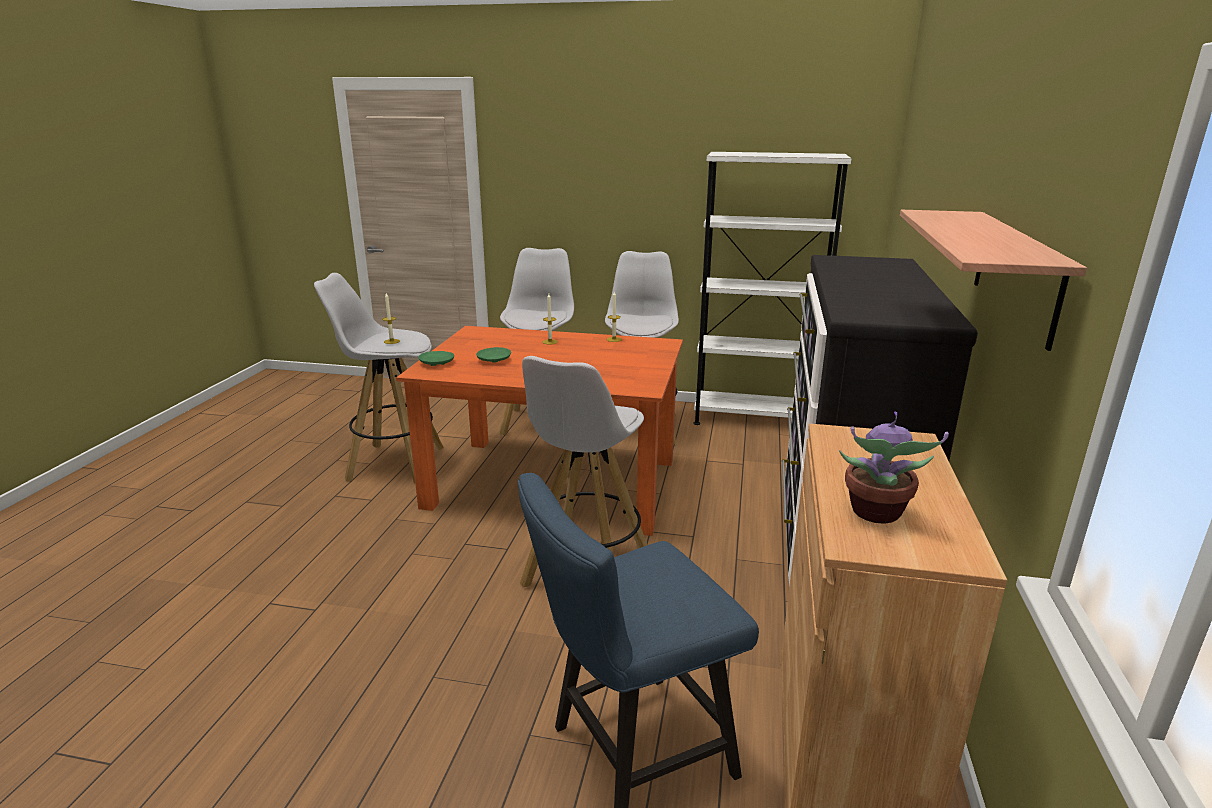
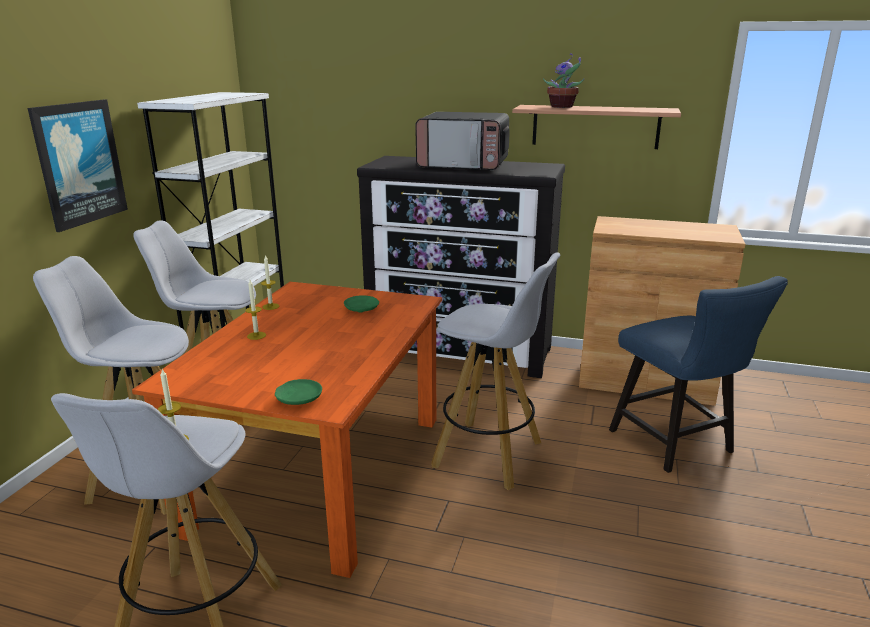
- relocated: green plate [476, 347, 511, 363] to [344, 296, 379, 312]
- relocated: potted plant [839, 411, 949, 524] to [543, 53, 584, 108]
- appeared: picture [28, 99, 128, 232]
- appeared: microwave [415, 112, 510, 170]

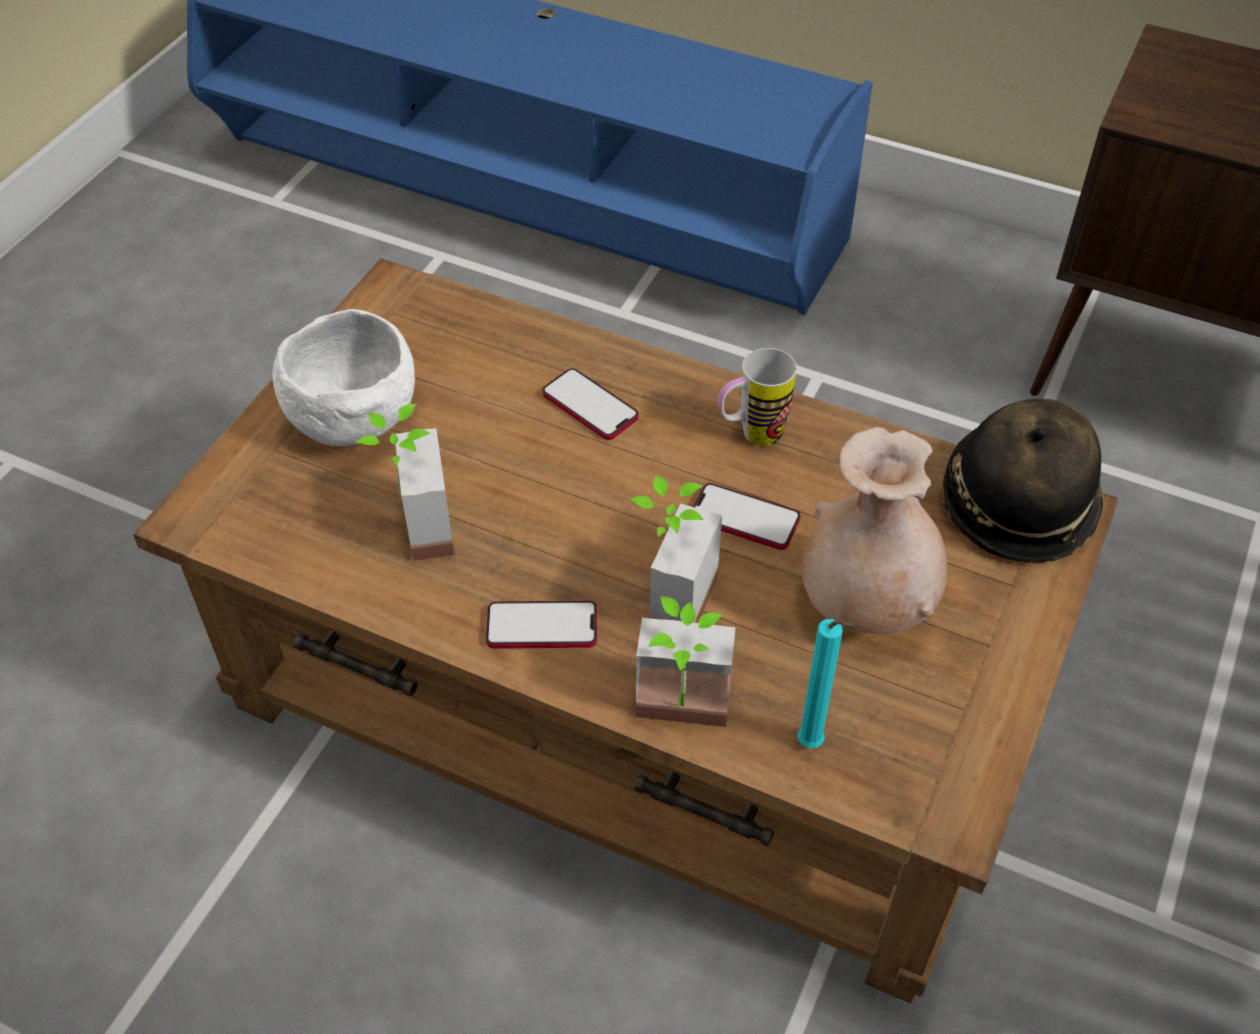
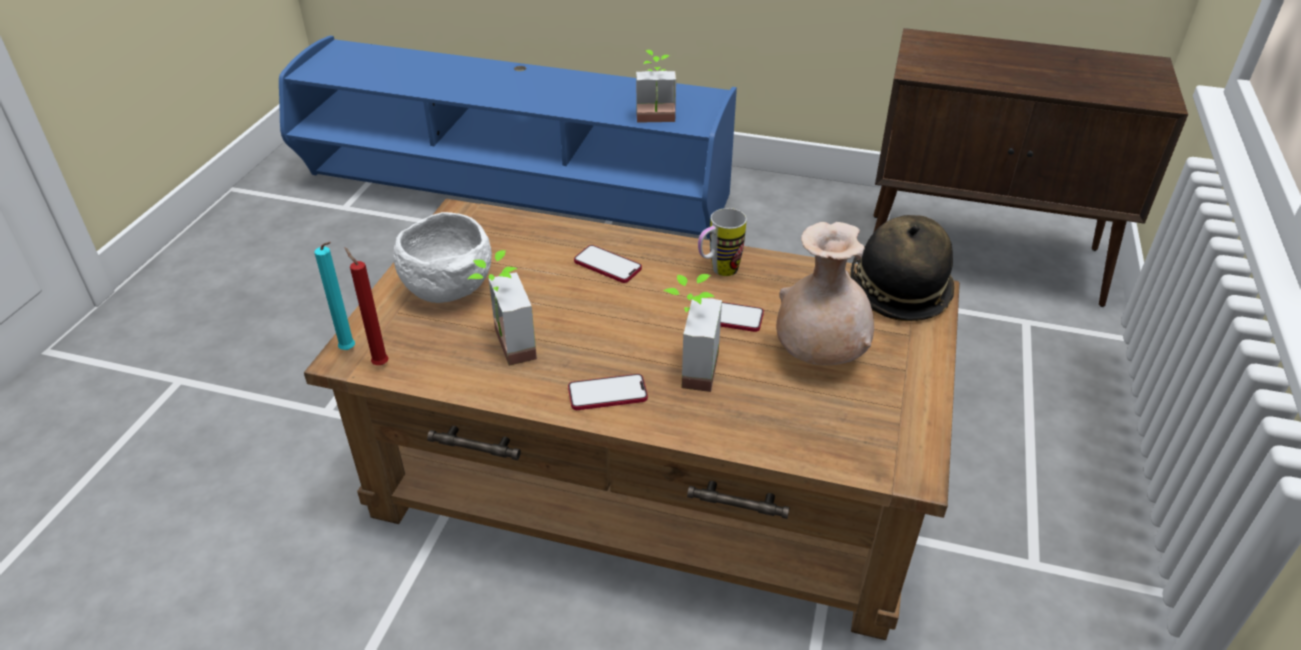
- relocated: potted plant [636, 596, 736, 727] to [636, 50, 676, 123]
- relocated: turquoise candle [797, 619, 855, 748] to [315, 242, 355, 350]
- appeared: red candle [345, 247, 389, 365]

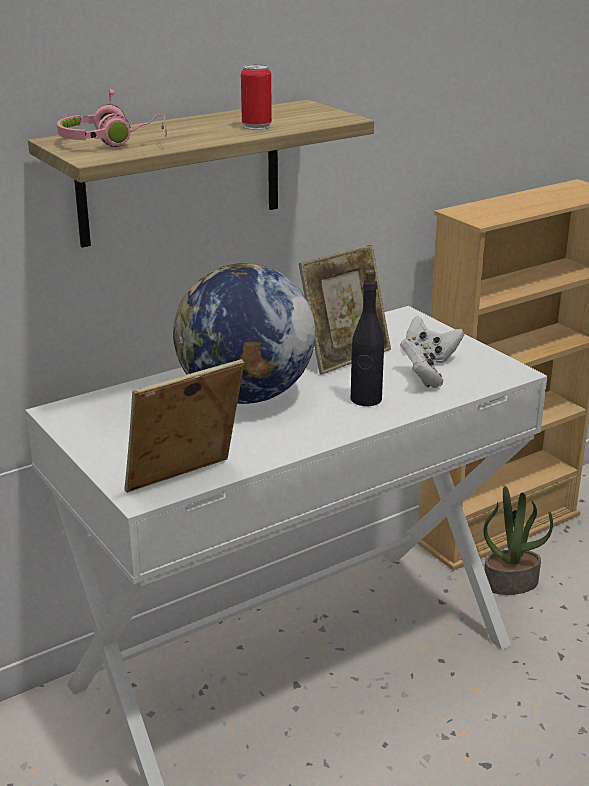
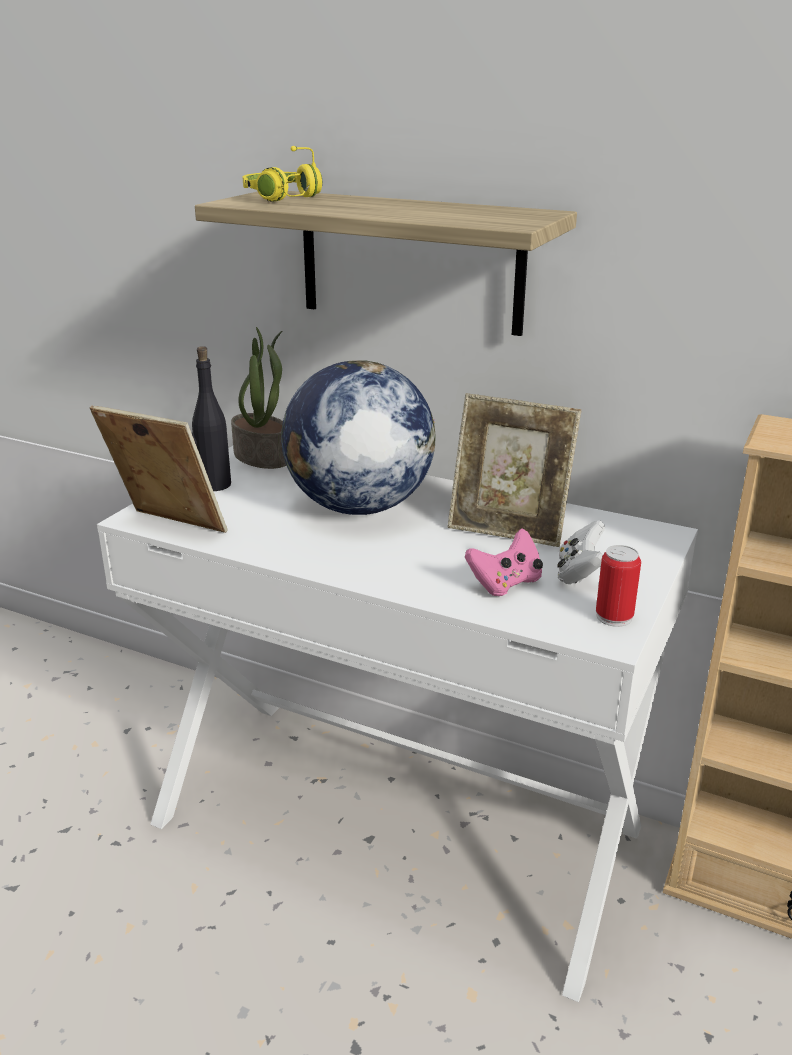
- colour: pink headphones [57, 89, 167, 147] to yellow headphones [242, 146, 322, 202]
- relocated: can [241, 64, 272, 130] to [596, 545, 641, 627]
- relocated: black bottle [351, 269, 384, 406] to [192, 346, 231, 491]
- colour: white game controller [400, 339, 444, 388] to pink game controller [465, 528, 543, 596]
- relocated: potted plant [483, 486, 553, 595] to [231, 327, 286, 469]

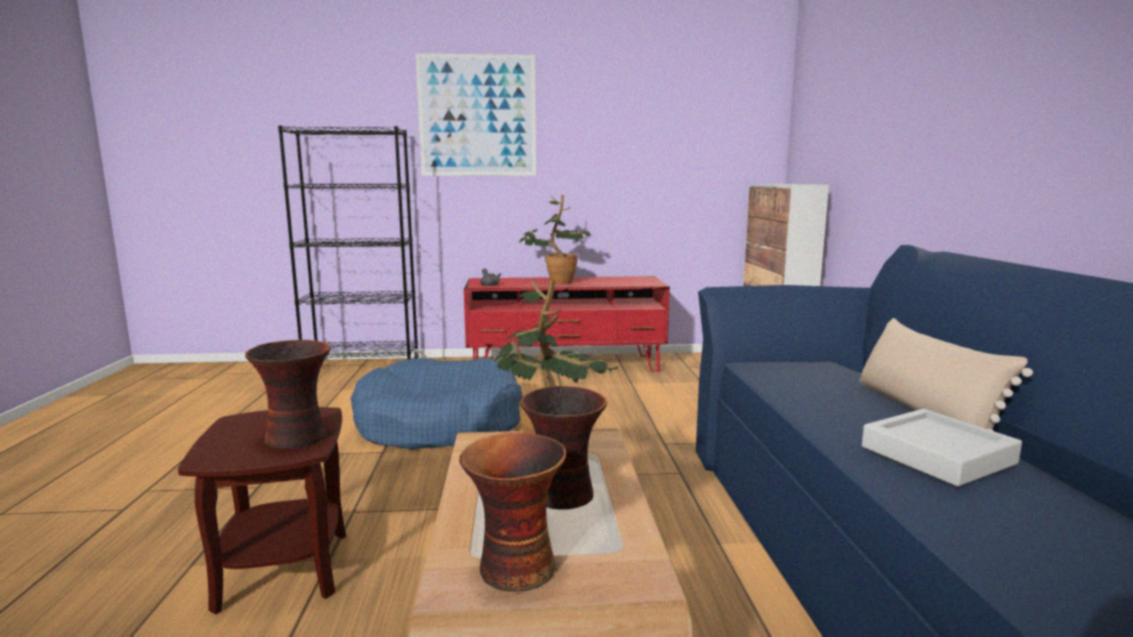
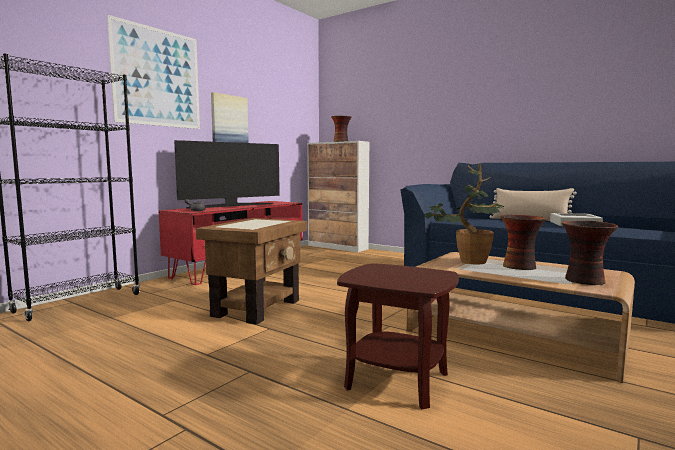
- relocated: vase [245, 340, 331, 449] to [331, 116, 351, 142]
- exchanged: blue dog bed [350, 358, 523, 450] to brown side table [196, 218, 307, 325]
- exchanged: potted plant [519, 195, 591, 284] to television [174, 140, 280, 209]
- appeared: picture [211, 92, 249, 143]

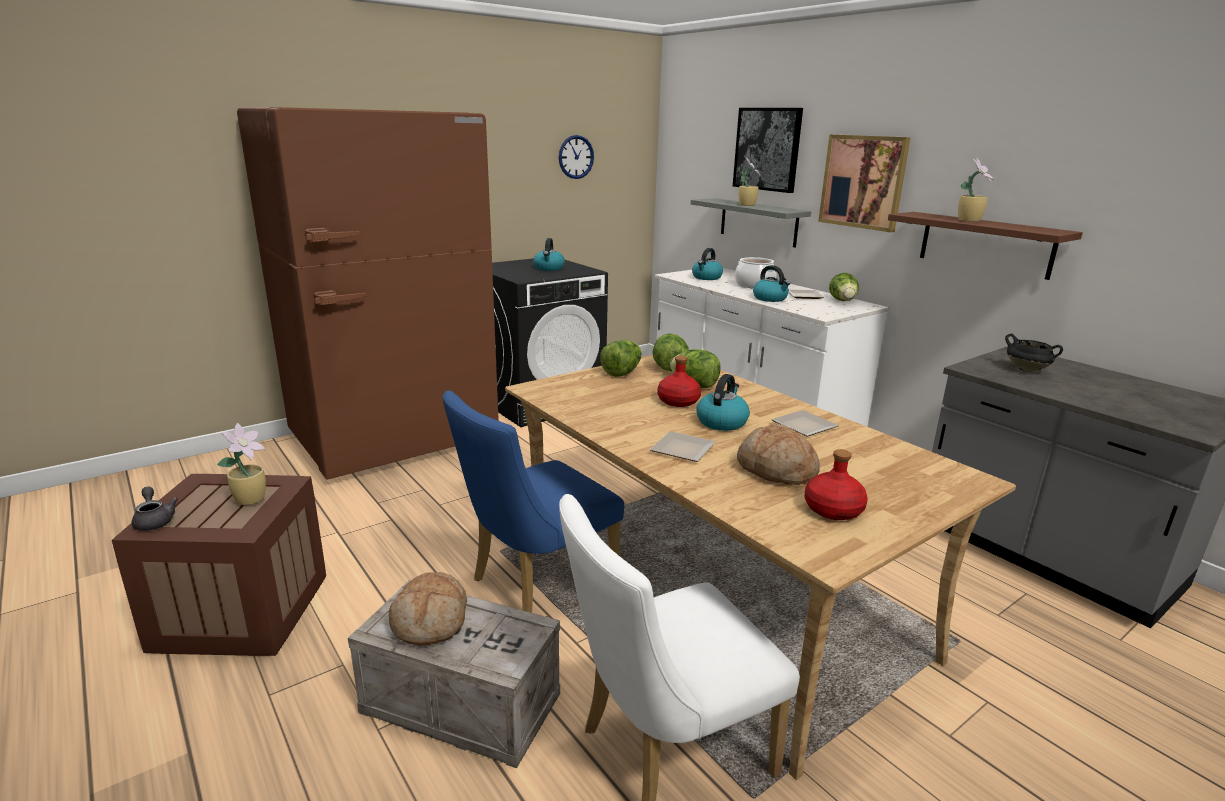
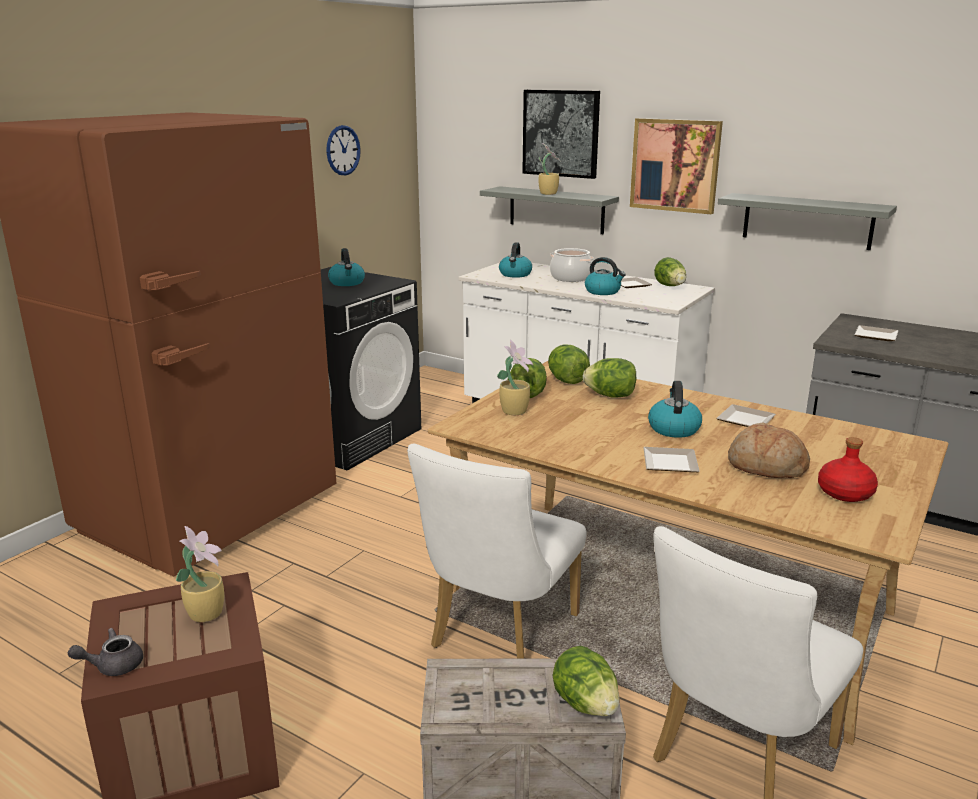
- spun: grey teapot [132, 487, 178, 531] = [68, 628, 143, 676] 60 degrees counterclockwise
- missing: bread [389, 572, 467, 646]
- colour: blue chair [443, 390, 624, 613] to white chair [407, 444, 587, 659]
- missing: red bottle [657, 356, 701, 407]
- colour: brown shelf [888, 212, 1083, 280] to grey shelf [718, 193, 897, 250]
- relocated: potted plant [958, 158, 994, 222] to [497, 340, 533, 415]
- exchanged: black cooking pot [1005, 334, 1063, 372] to plate [854, 325, 898, 341]
- appeared: lettuce [552, 646, 620, 716]

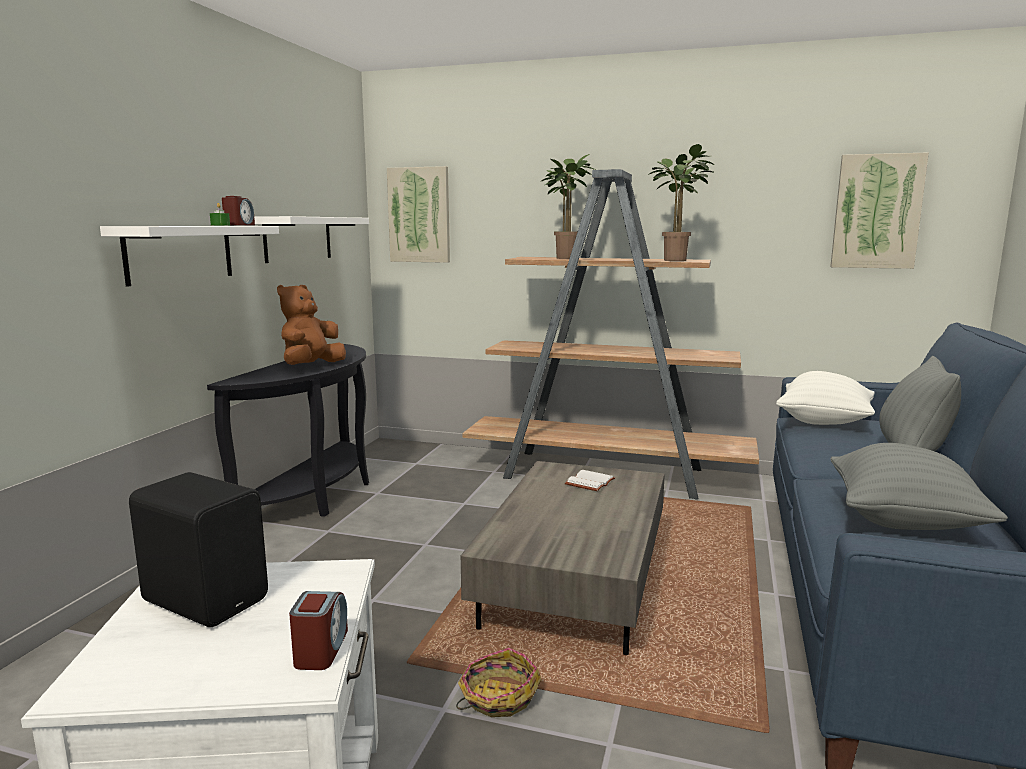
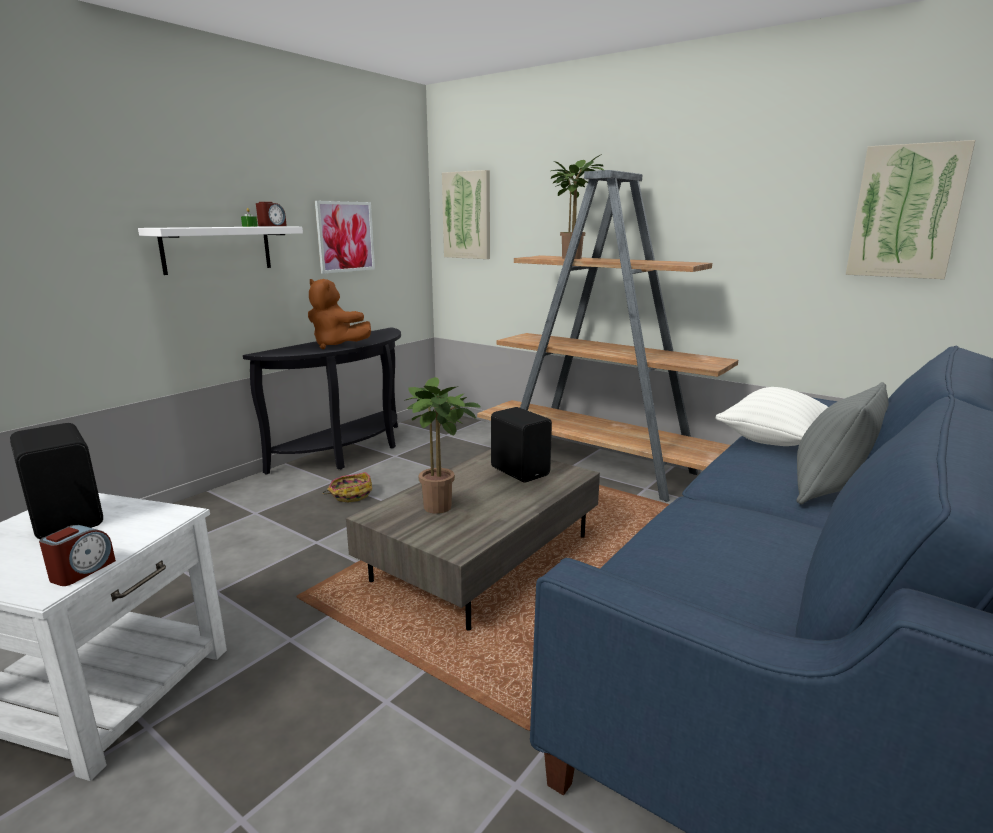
- exchanged: white shelf [254, 216, 369, 263] to picture [315, 201, 375, 274]
- spun: brown plush toy [277, 285, 346, 365] = [308, 279, 371, 349] 105 degrees counterclockwise
- relocated: basket [456, 648, 542, 717] to [323, 472, 372, 502]
- exchanged: white book [565, 470, 615, 491] to black speaker [491, 407, 552, 483]
- relocated: potted plant [648, 144, 714, 261] to [404, 377, 481, 514]
- missing: grey pillow [830, 443, 1008, 530]

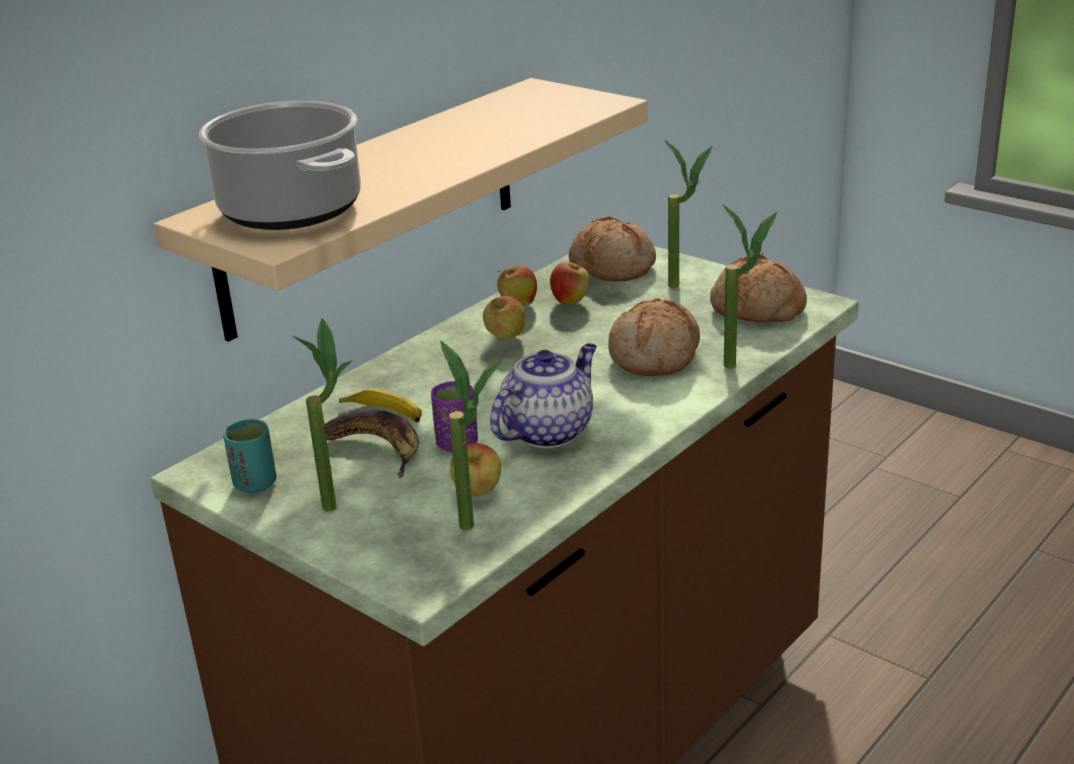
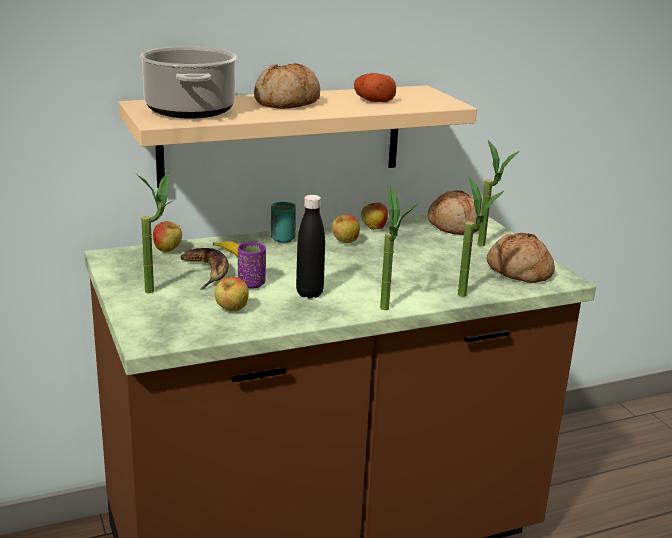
- relocated: turquoise cup [223, 419, 277, 493] to [271, 202, 296, 243]
- relocated: potted plant [440, 341, 502, 530] to [380, 186, 419, 310]
- exchanged: teapot [490, 343, 597, 448] to black bottle [296, 195, 325, 298]
- relocated: apple [550, 262, 590, 305] to [153, 221, 182, 252]
- relocated: bread [608, 298, 700, 376] to [254, 63, 320, 109]
- appeared: potato [354, 73, 396, 102]

